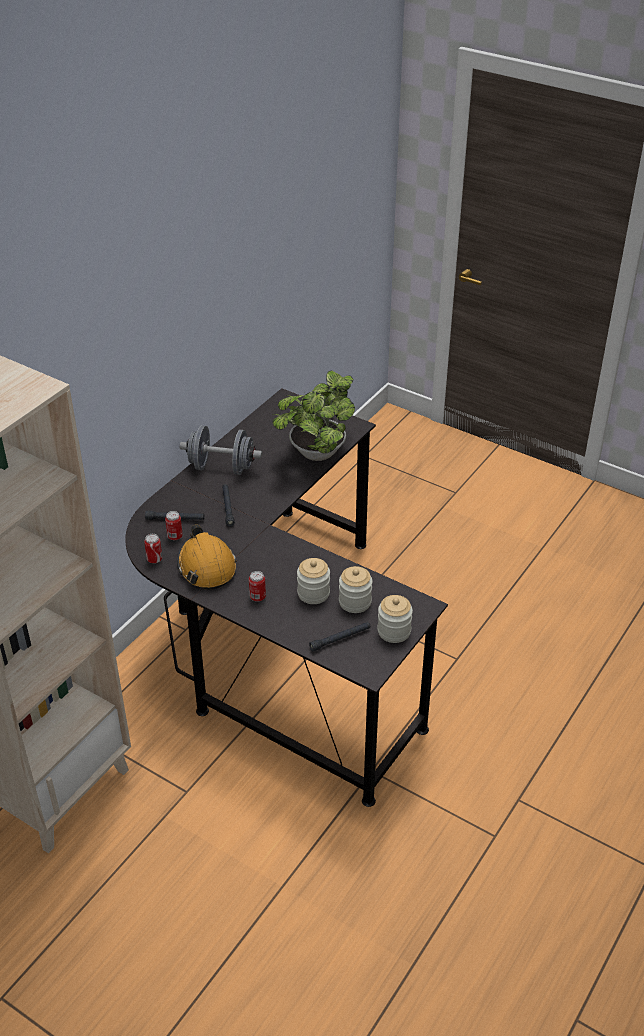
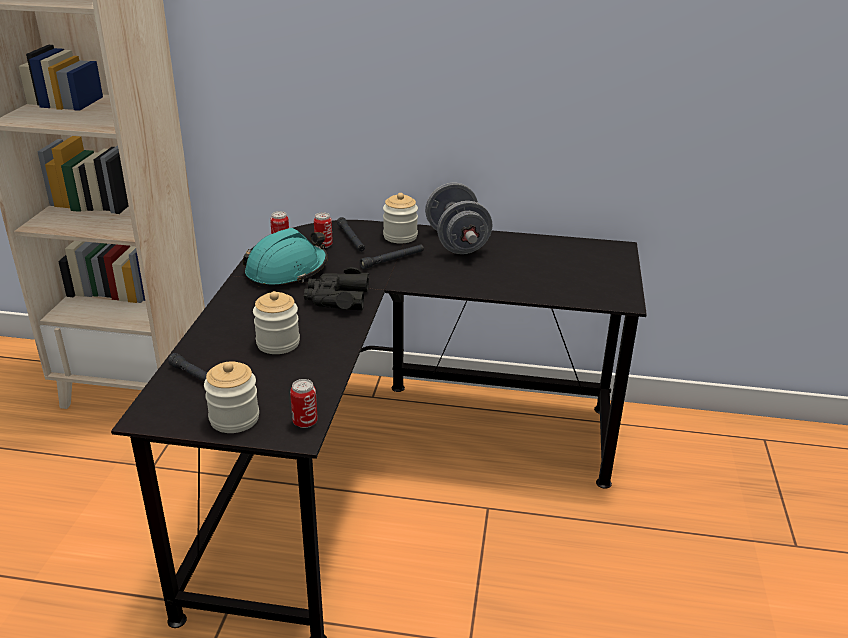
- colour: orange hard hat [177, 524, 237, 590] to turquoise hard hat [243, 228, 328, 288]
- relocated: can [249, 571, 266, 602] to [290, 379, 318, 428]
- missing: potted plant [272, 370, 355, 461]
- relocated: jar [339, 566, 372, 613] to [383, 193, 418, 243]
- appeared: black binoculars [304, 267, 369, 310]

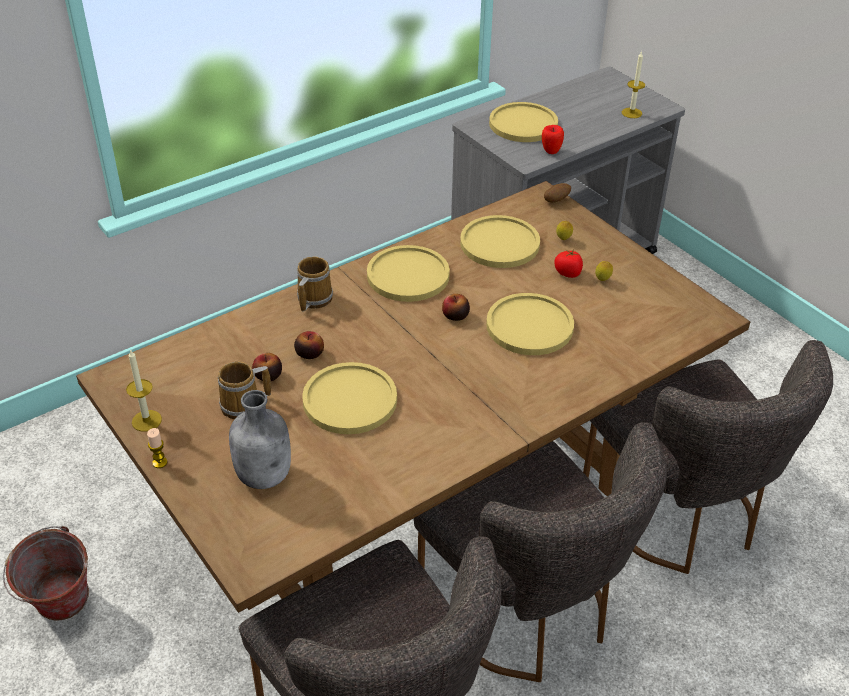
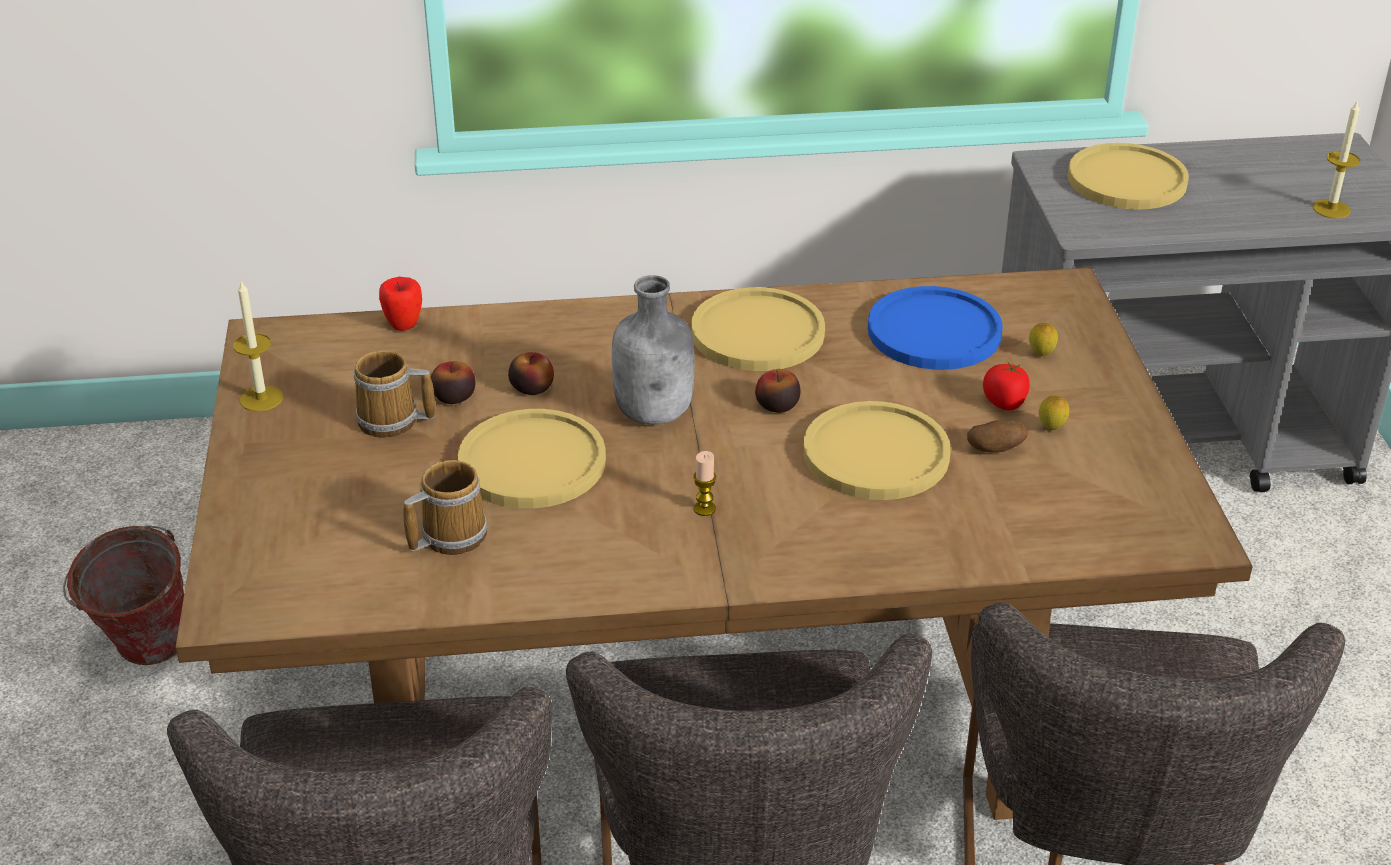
- relocated: candle [147, 428, 167, 468] to [693, 451, 716, 516]
- relocated: grey bottle [229, 390, 291, 489] to [612, 275, 695, 424]
- relocated: mug [297, 256, 333, 312] to [403, 460, 487, 555]
- colour: yellow plate [460, 215, 540, 268] to blue plate [868, 286, 1003, 370]
- relocated: apple [542, 125, 564, 154] to [379, 277, 422, 331]
- relocated: potato [544, 183, 571, 203] to [967, 420, 1028, 453]

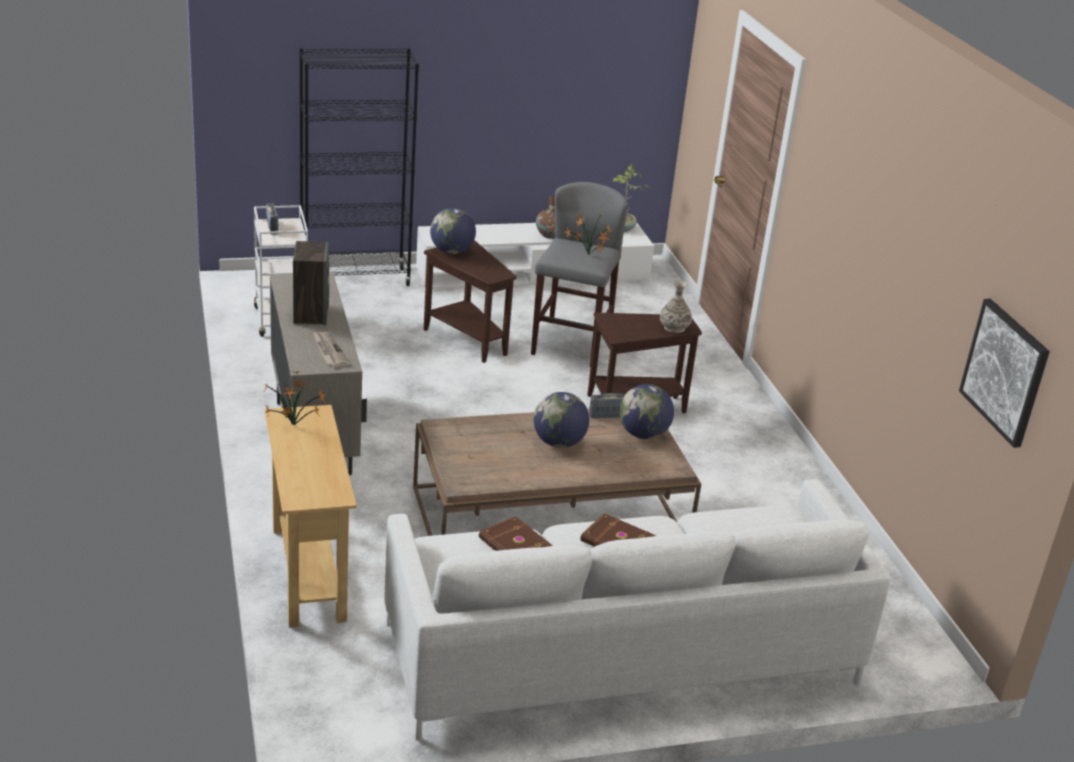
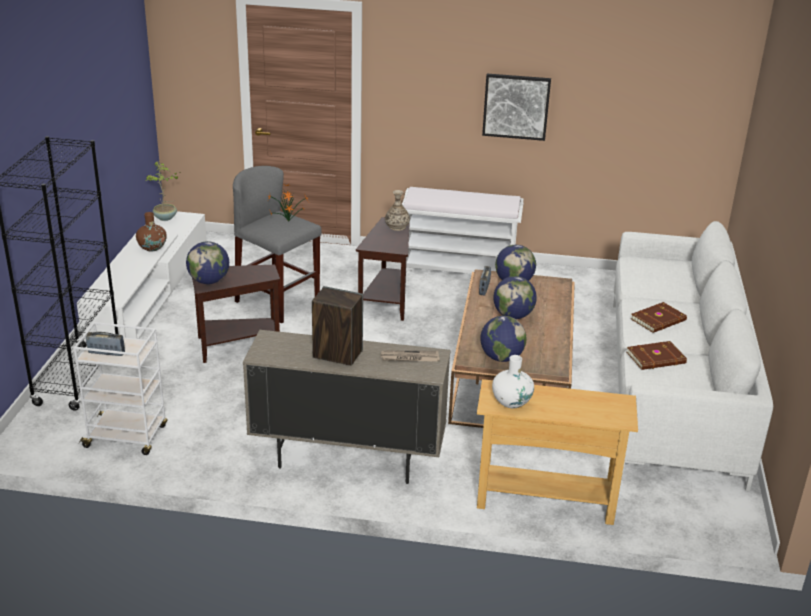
- exchanged: potted plant [263, 370, 326, 425] to white vase [492, 355, 534, 408]
- relocated: picture [959, 299, 1050, 448] to [482, 74, 551, 141]
- appeared: white bench [402, 187, 524, 274]
- appeared: globe [480, 316, 526, 362]

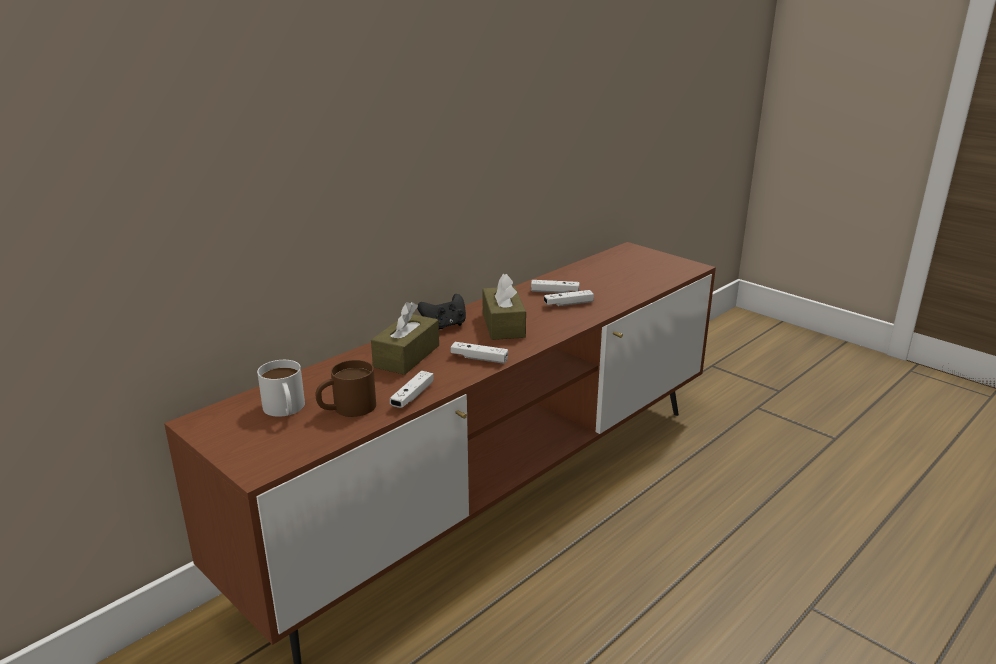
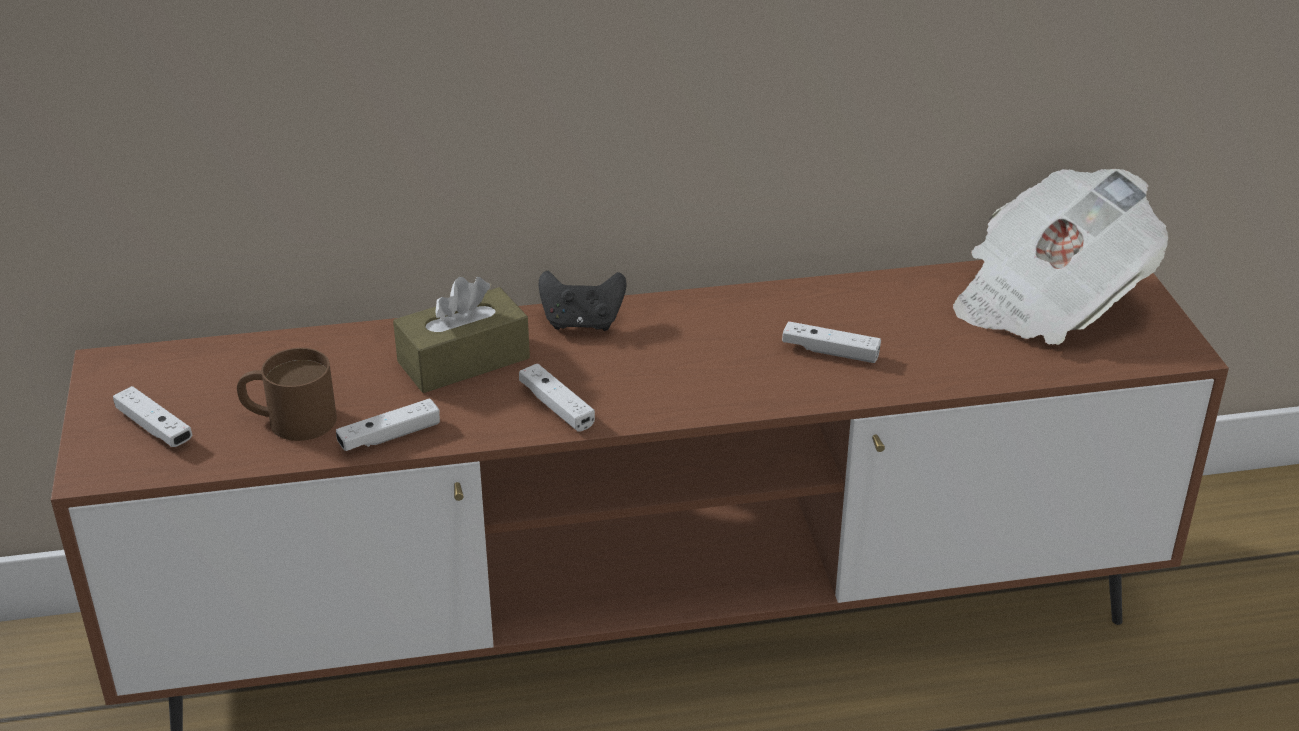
- missing: white mug [257, 360, 305, 417]
- missing: brown tissue box [482, 274, 526, 340]
- relocated: white game controller [531, 280, 579, 293] to [113, 386, 193, 447]
- appeared: newspaper [953, 169, 1168, 345]

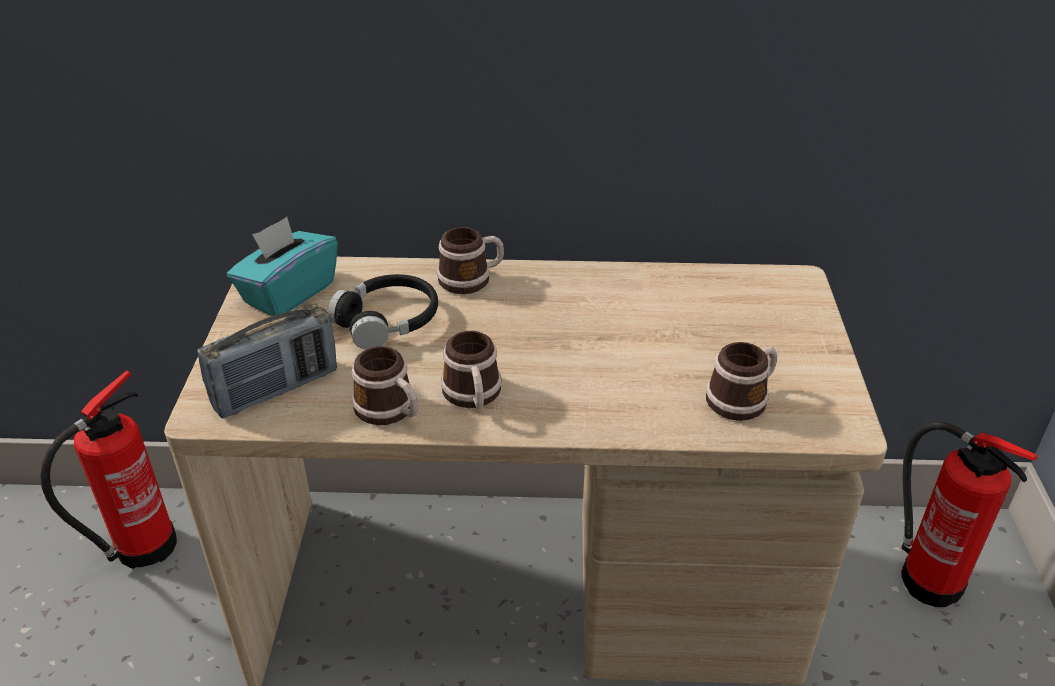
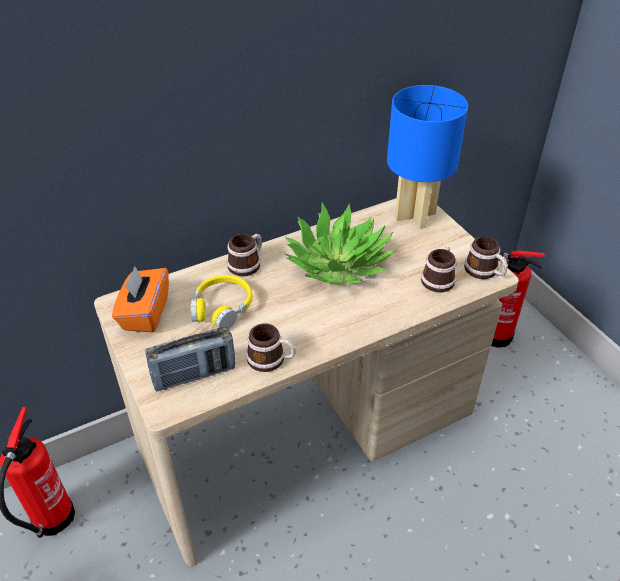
- spun: radio [197, 303, 337, 419] = [145, 327, 235, 391] 45 degrees clockwise
- colour: turquoise tissue box [227, 217, 338, 316] to orange tissue box [112, 267, 169, 333]
- colour: black headphones [328, 274, 438, 349] to yellow headphones [191, 275, 253, 329]
- relocated: mug [441, 331, 502, 409] to [464, 236, 508, 279]
- appeared: potted plant [285, 203, 398, 285]
- appeared: blue table lamp [387, 85, 468, 229]

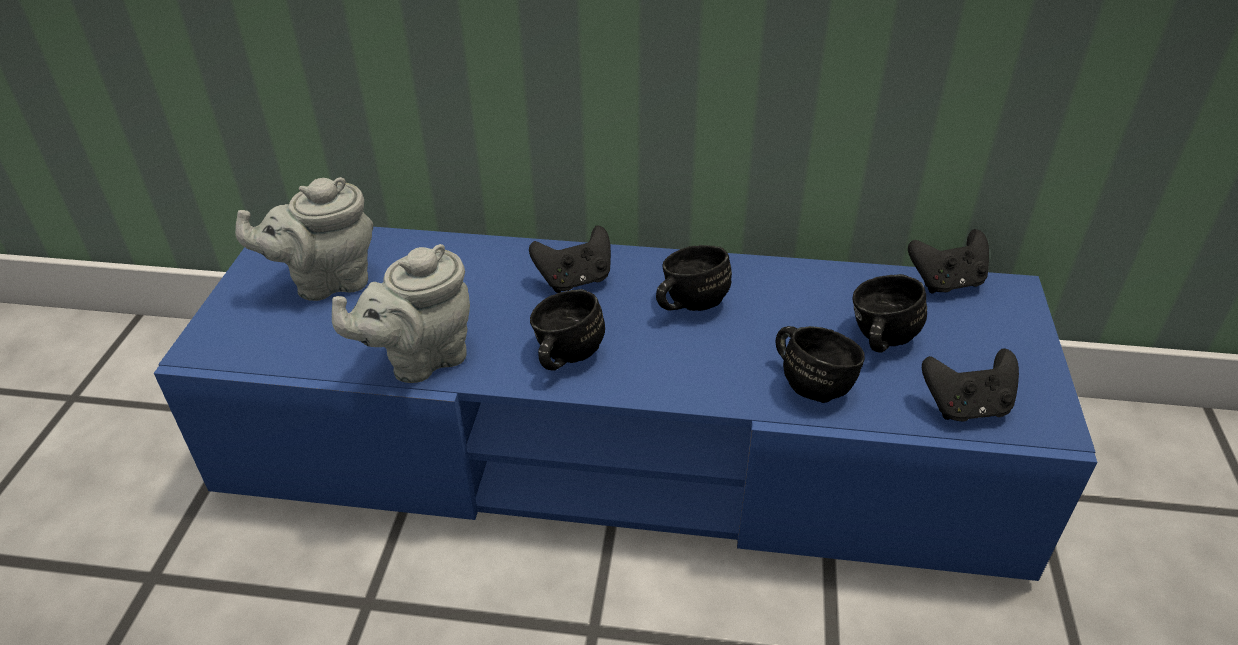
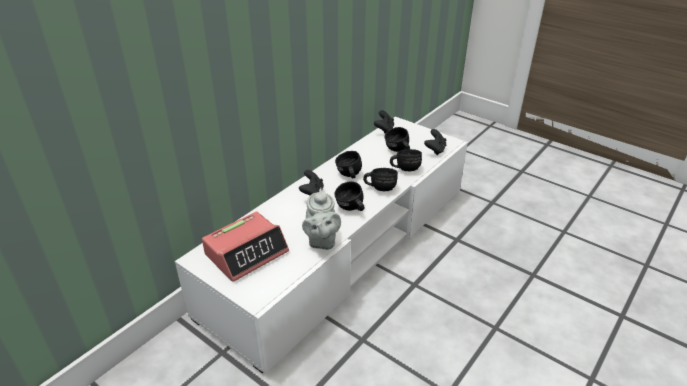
- colour: blue tv stand [154, 227, 1097, 581] to white tv stand [175, 116, 468, 374]
- exchanged: grey teapot [235, 177, 373, 301] to alarm clock [202, 212, 289, 282]
- appeared: black mug [363, 168, 398, 191]

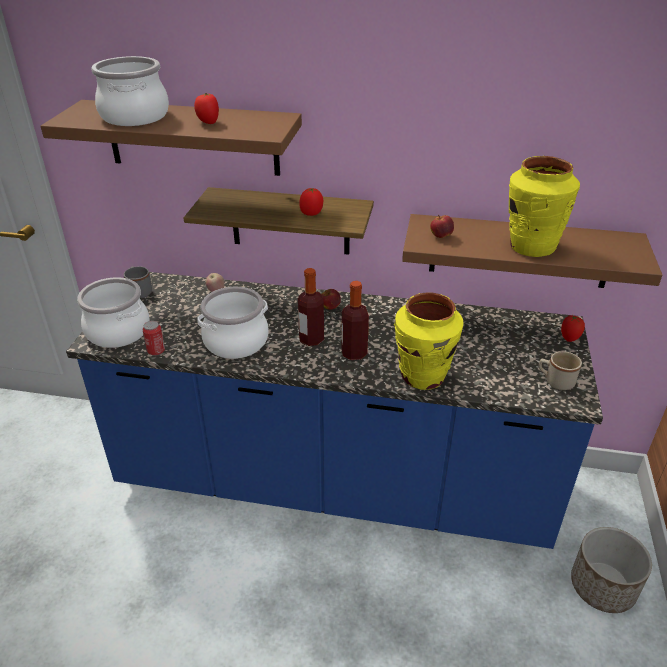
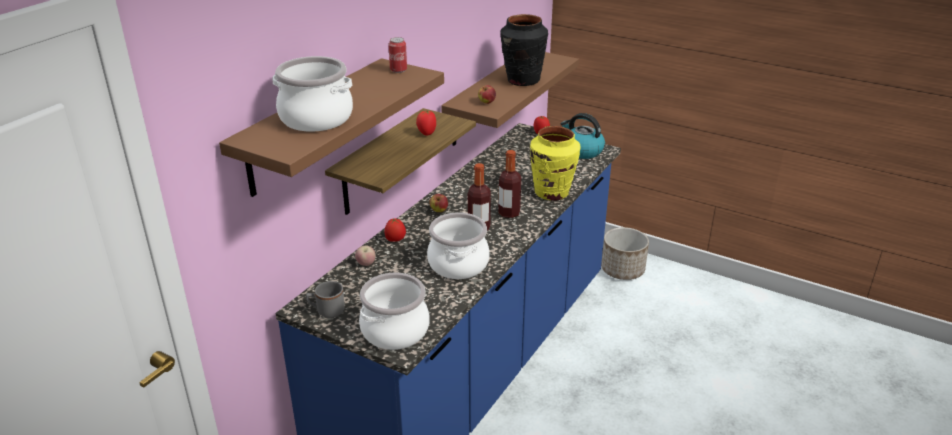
- relocated: can [143, 321, 165, 356] to [388, 37, 407, 73]
- relocated: tomato [194, 93, 219, 124] to [384, 218, 406, 242]
- colour: yellow vase [509, 156, 580, 257] to black vase [500, 14, 548, 86]
- exchanged: beige mug [539, 351, 582, 390] to kettle [560, 113, 605, 159]

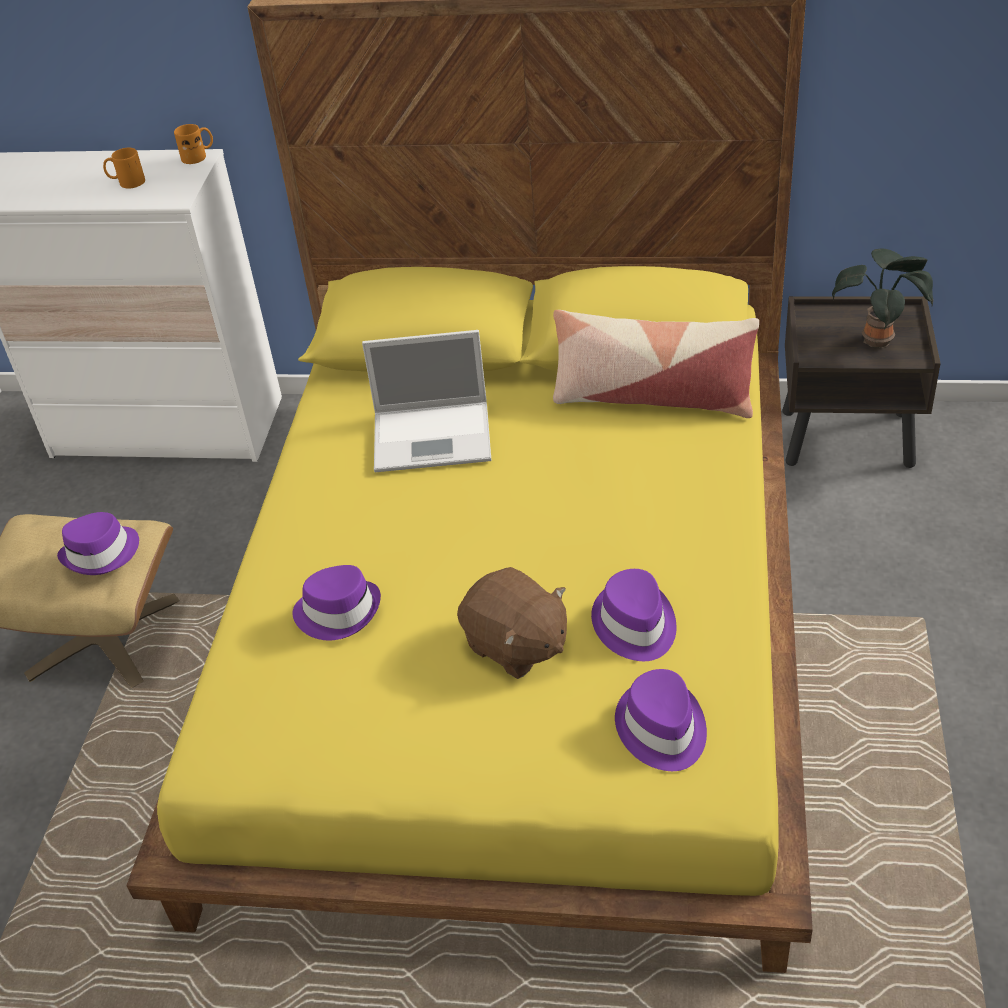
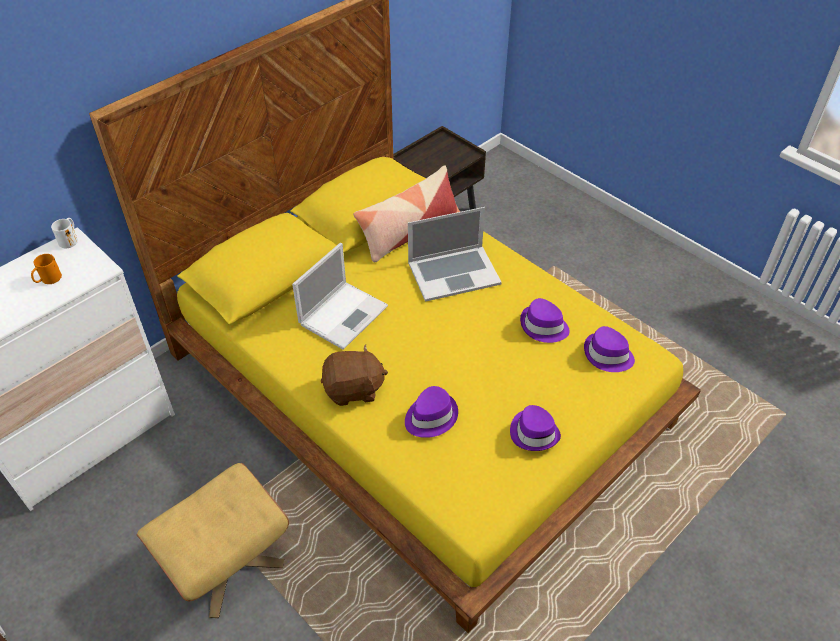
- relocated: purple hat [57, 512, 139, 575] to [510, 405, 561, 451]
- colour: orange mug [174, 124, 213, 164] to white mug [51, 218, 78, 248]
- relocated: brown plush toy [457, 567, 567, 679] to [321, 345, 388, 406]
- missing: potted plant [832, 248, 933, 348]
- appeared: laptop [408, 207, 502, 302]

